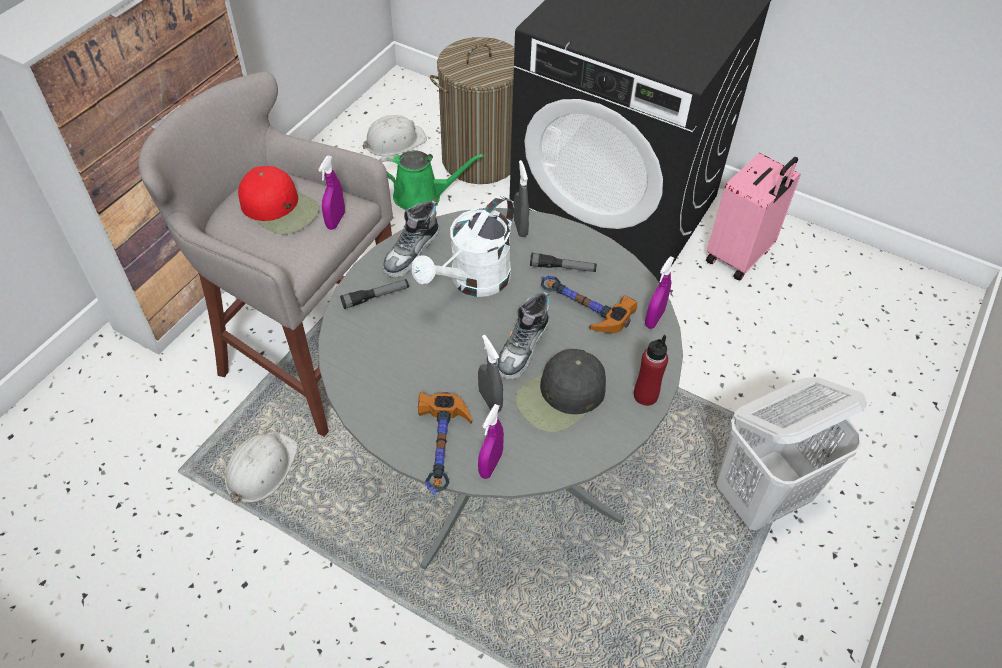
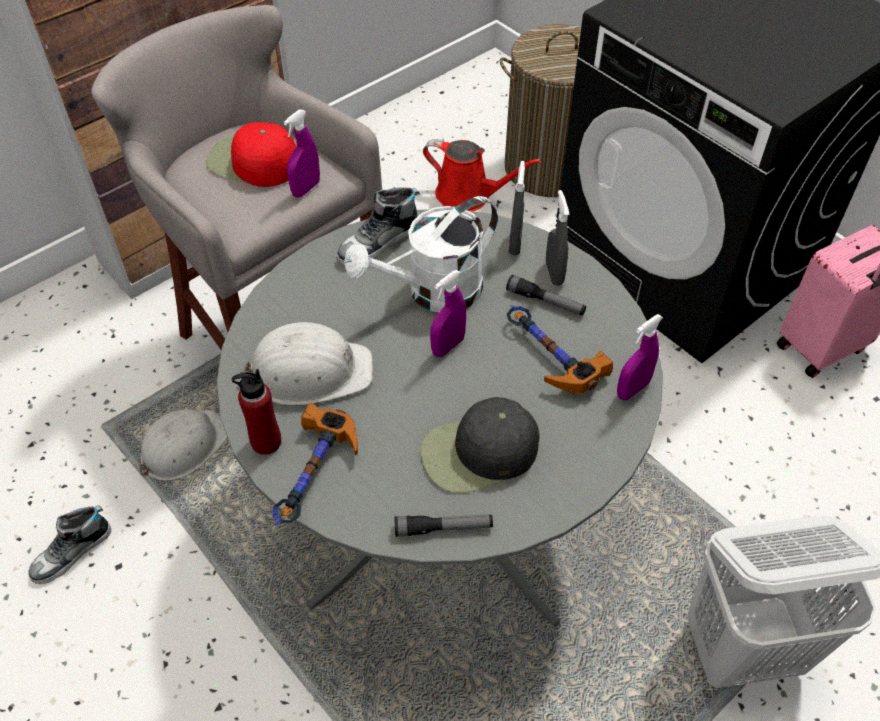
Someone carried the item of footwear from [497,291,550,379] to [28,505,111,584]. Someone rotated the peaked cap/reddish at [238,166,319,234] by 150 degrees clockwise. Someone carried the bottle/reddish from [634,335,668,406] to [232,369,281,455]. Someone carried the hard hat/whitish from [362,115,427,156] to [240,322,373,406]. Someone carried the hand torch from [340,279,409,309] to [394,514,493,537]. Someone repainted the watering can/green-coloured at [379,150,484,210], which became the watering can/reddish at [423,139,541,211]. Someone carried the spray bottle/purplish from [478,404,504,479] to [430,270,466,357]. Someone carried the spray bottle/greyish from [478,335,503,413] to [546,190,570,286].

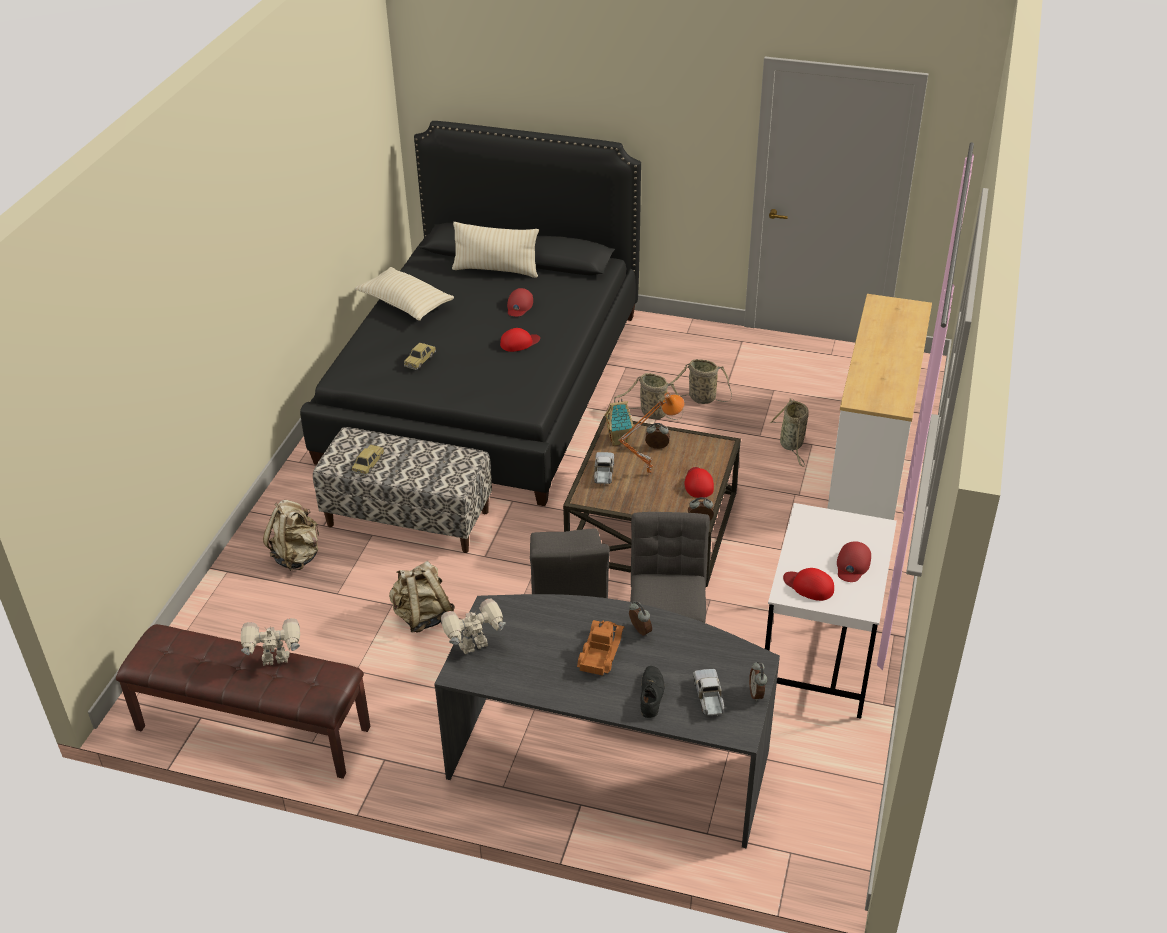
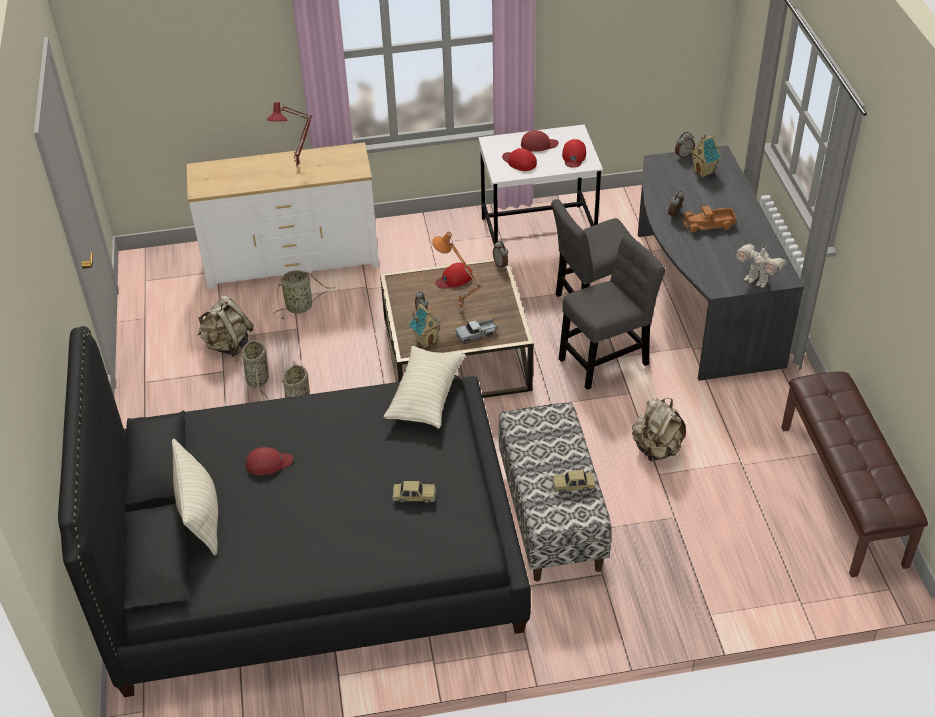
Someone carried the knapsack/beige-coloured from [263,500,319,571] to [198,295,253,357]. Someone put down the lamp for a table/reddish at [267,102,312,168]. Someone carried the throw pillow/beige-coloured from [355,267,454,321] to [383,346,465,429]. Someone carried the peaked cap/reddish from [500,328,540,352] to [502,148,537,171]. Someone swapped the model truck at [693,669,724,717] for the toy house at [690,134,721,177]. Someone took away the robot figure at [241,618,300,666]. Someone took away the item of footwear/blackish at [640,666,665,718].

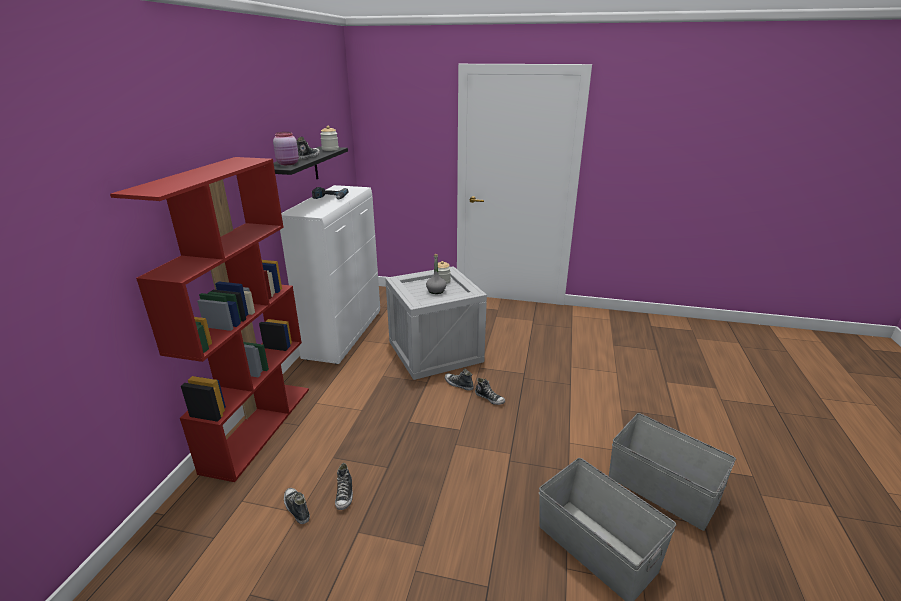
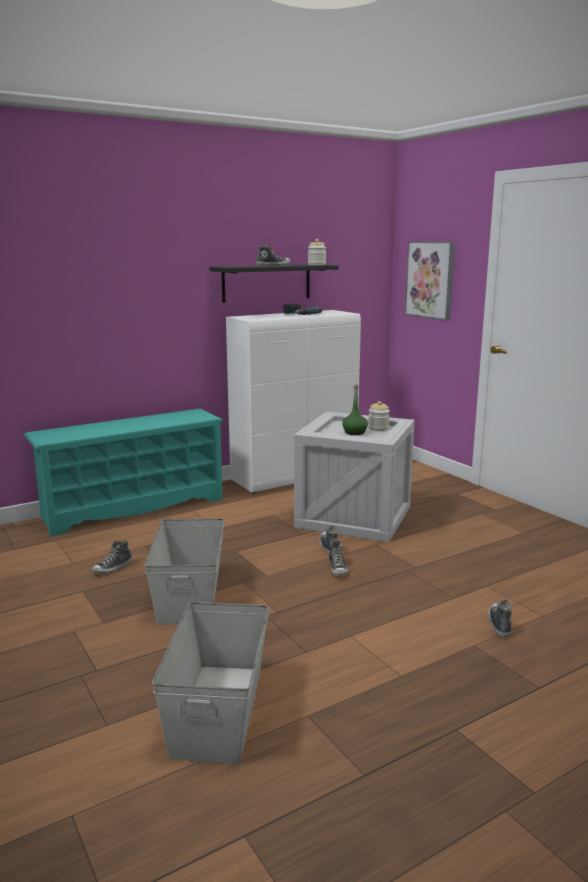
Someone swapped the bookshelf/reddish at [110,157,309,482] for the shoe rack/blue-green at [24,409,224,537]. Someone carried the storage bin/greyish from [609,413,736,531] to [144,518,225,624]. Someone repainted the bottle/greyish at [426,254,447,294], which became the bottle/green-coloured at [342,384,368,435]. Someone put up the picture at [405,241,455,321]. Someone carried the item of footwear from [284,488,310,524] to [488,600,512,638]. Someone took away the preserve jar/pink-coloured at [273,132,299,165].

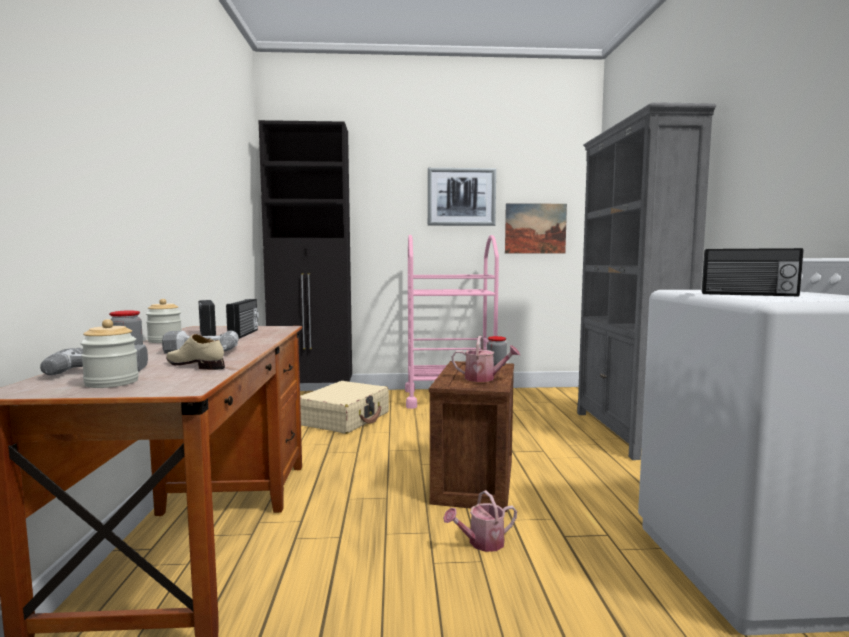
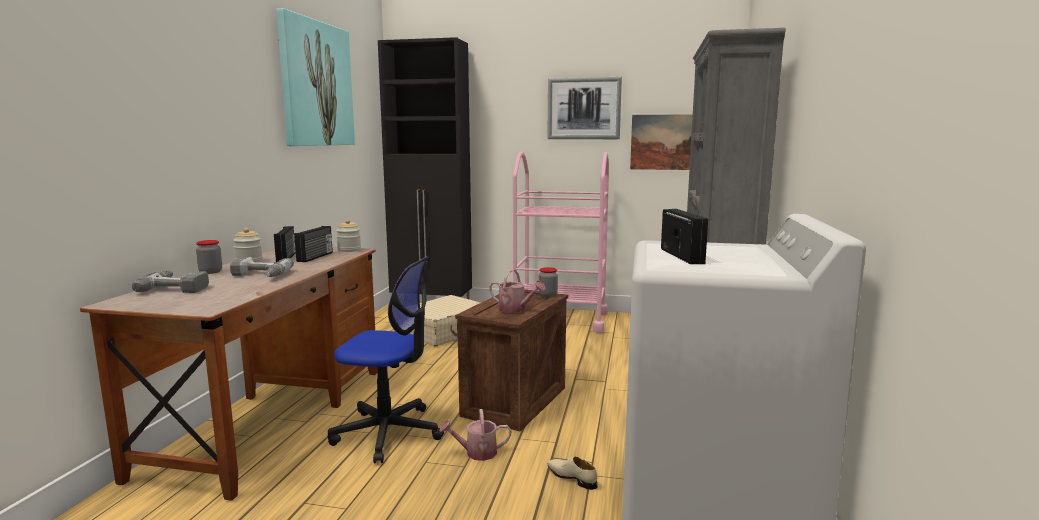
Someone put up the picture at [276,8,355,146]. Someone put down the desk chair at [328,256,444,463]. Someone carried the preserve jar from [80,319,139,388] to [336,219,361,252]. Someone carried the item of footwear/beige-coloured from [166,334,225,370] to [548,456,598,490]. Someone rotated the radio set at [702,248,803,296] by 135 degrees counterclockwise.

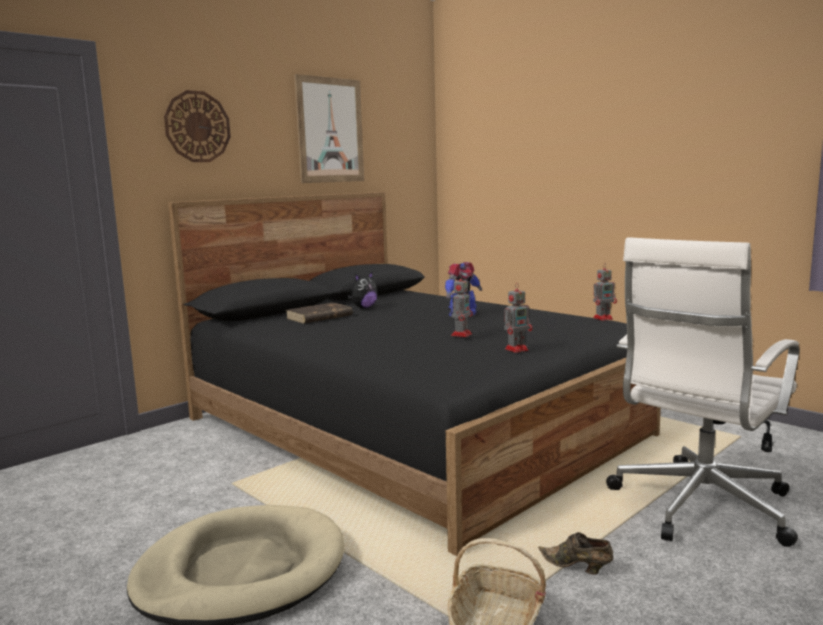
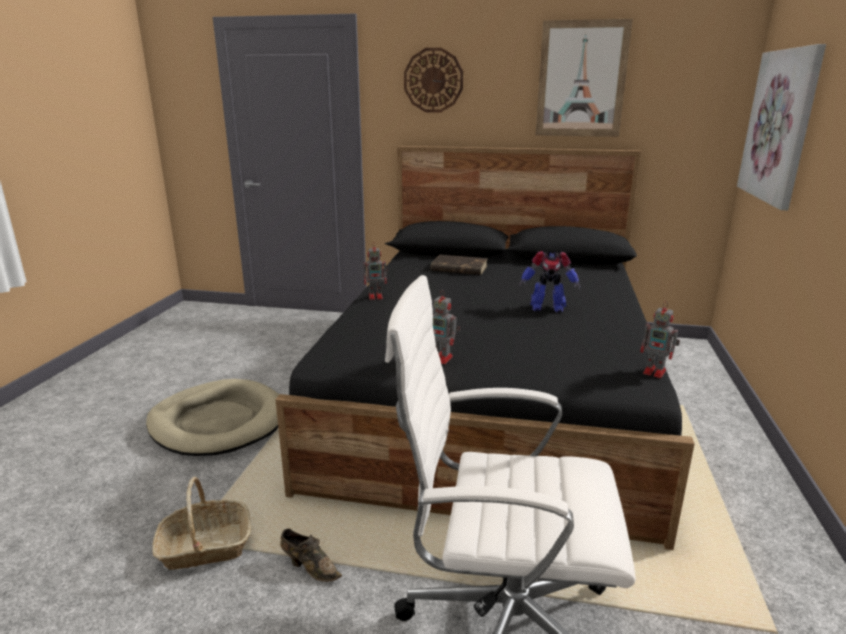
Someone rotated the item of footwear/brown-coloured at [538,532,614,575] by 120 degrees clockwise. Someone carried the robot figure from [451,273,473,337] to [363,242,388,300]. Someone put up the picture at [737,44,826,210]. Someone took away the cuddly toy at [347,272,378,308].

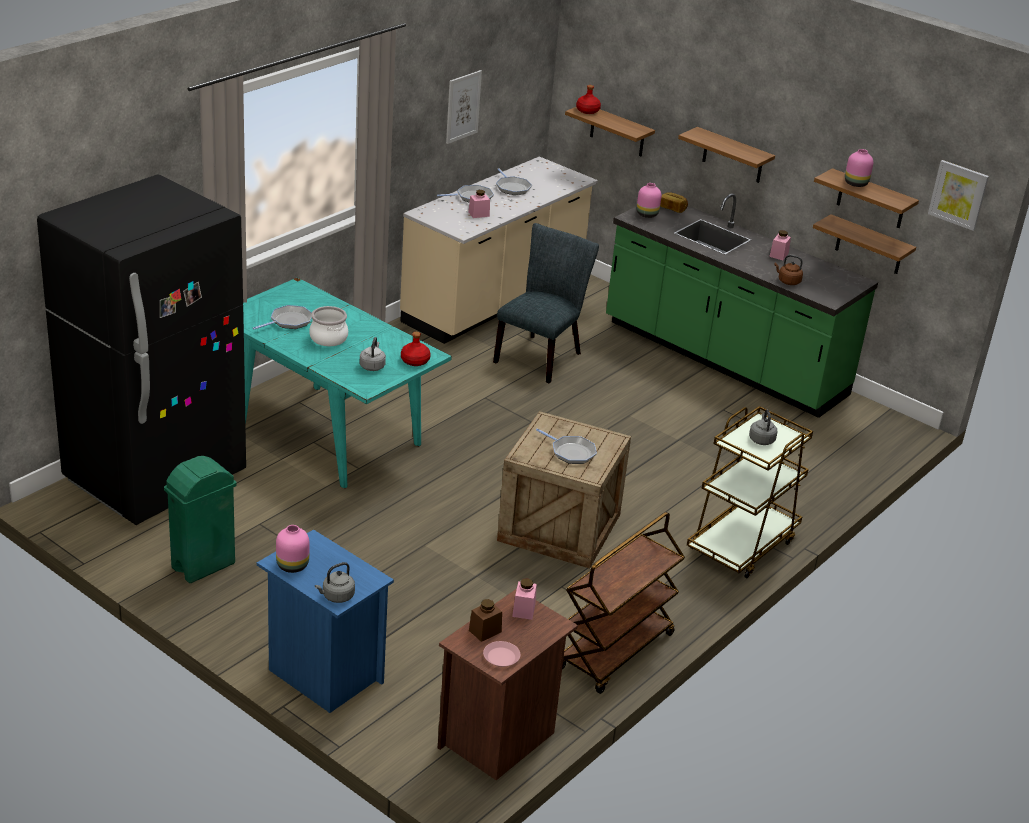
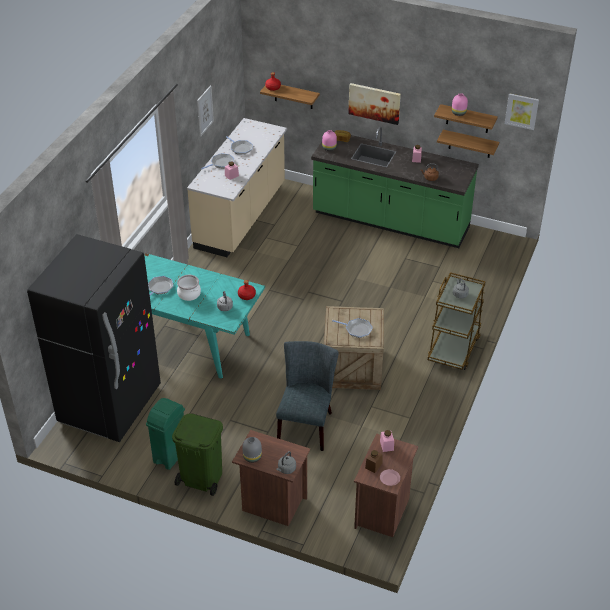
Someone put down the rubbish bin/green-coloured at [172,413,223,496]. Someone repainted the nightstand/blue at [257,529,394,713], which became the nightstand/brown-coloured at [232,430,310,526]. Someone repainted the vase/pink-coloured at [276,525,310,573], which became the vase/greyish at [242,437,262,463]. Someone carried the plain chair/greyish from [493,223,599,383] to [276,341,338,451]. Someone swapped the wall shelf at [678,127,775,183] for the picture at [348,83,401,125]. Someone took away the cart/brown-coloured at [562,512,685,694].

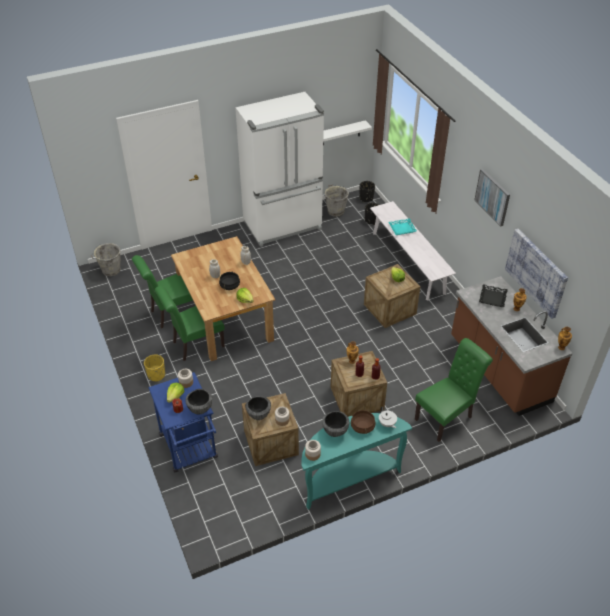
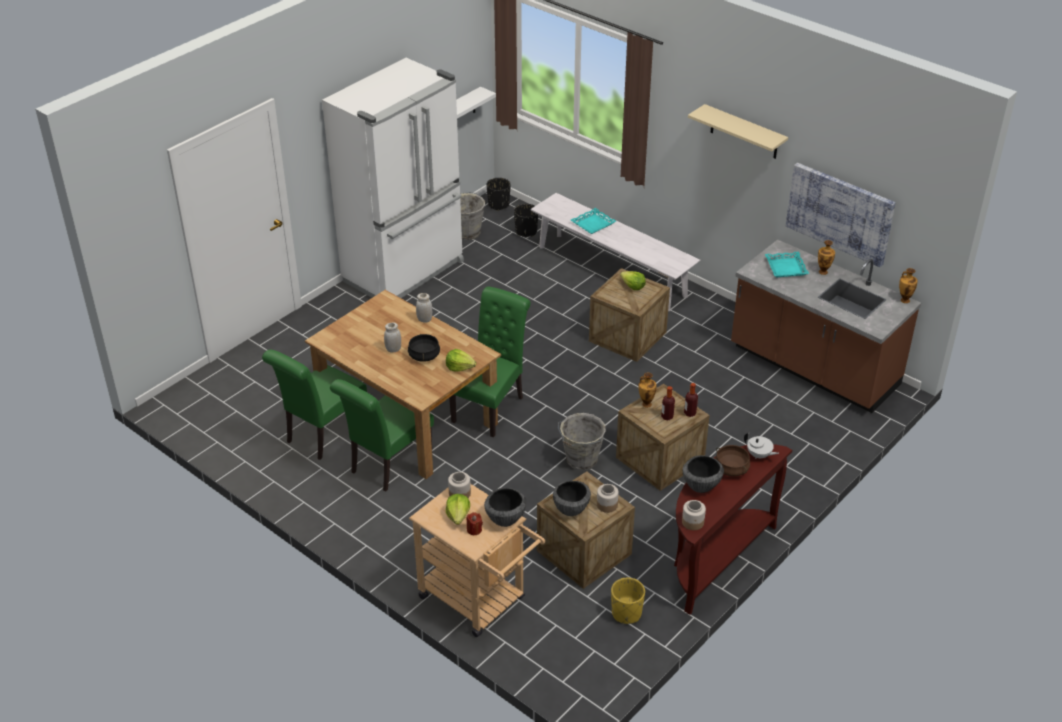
Someone repainted the cart/blue at [148,372,218,473], which became the cart/beige-coloured at [409,484,545,637]. Someone carried the plain chair/green-coloured from [415,338,493,442] to [449,287,530,438]. Someone carried the pail/greyish from [91,243,121,276] to [558,413,606,471]. Someone carried the plant pot/yellowish from [144,354,165,382] to [611,578,645,624]. Someone repainted the console table/blue-green at [301,413,412,510], which became the console table/brown-coloured at [674,444,792,615]. Someone swapped the picture at [475,169,510,227] for the wall shelf/beige-coloured at [688,104,788,159]. Someone repainted the serving tray/blackish at [479,284,508,307], which became the serving tray/blue-green at [765,252,809,277].

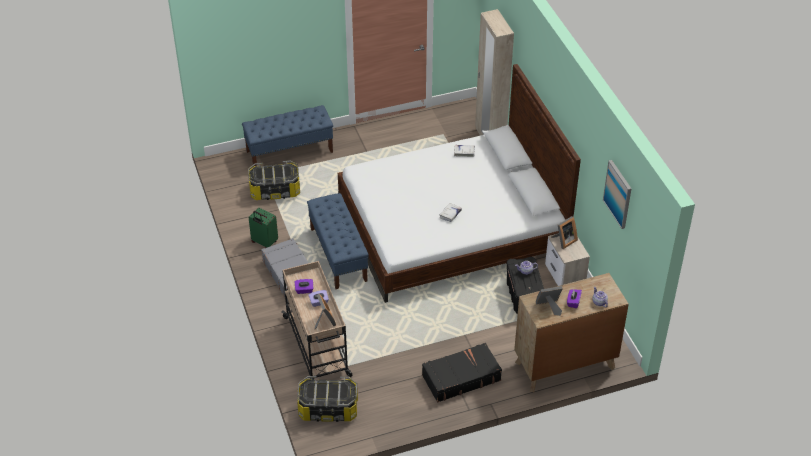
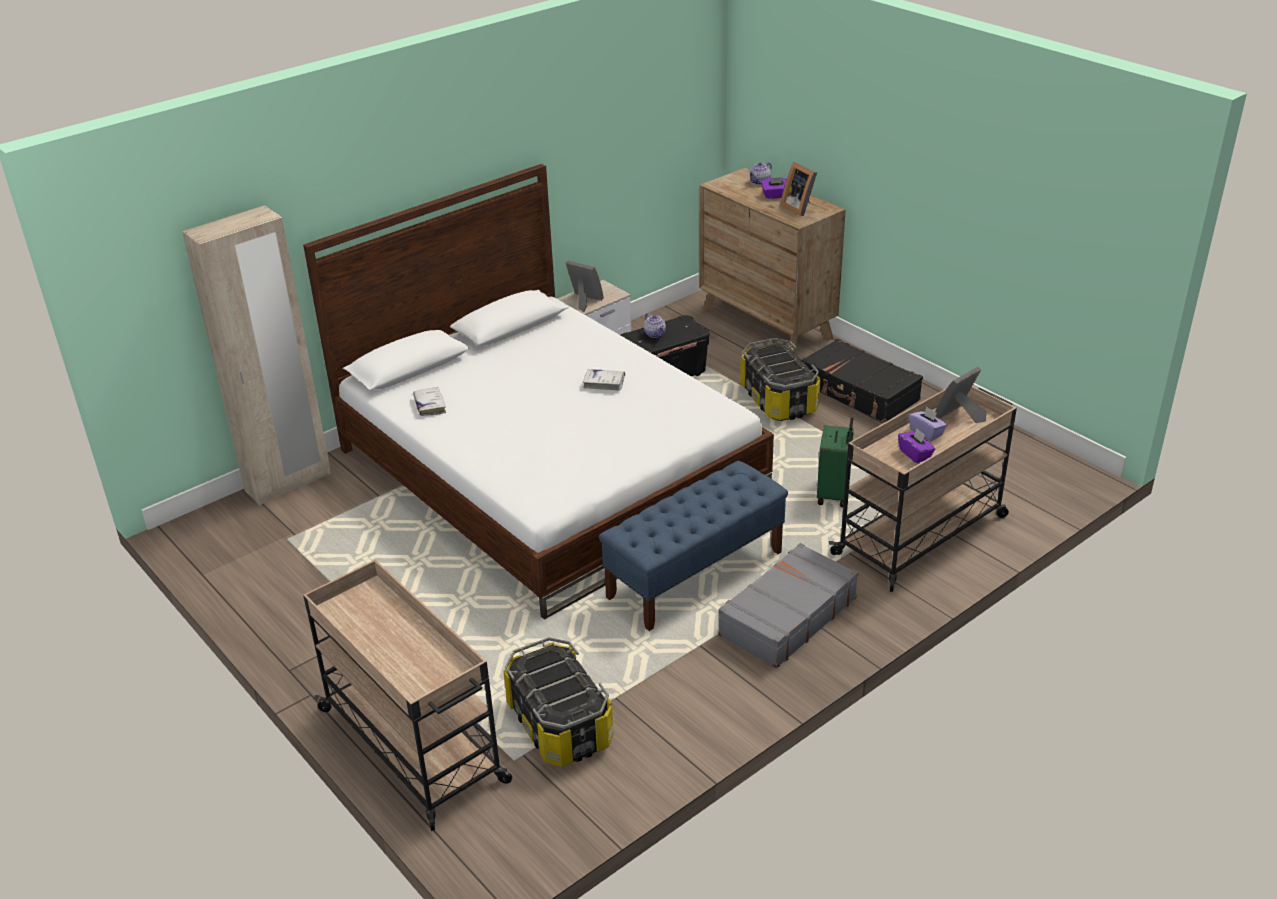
Someone swapped the indoor bench/blue at [242,105,333,167] for the cart/beige-coloured at [303,560,512,831]. Someone carried the storage bin from [297,376,358,422] to [740,338,820,421]. Someone carried the suitcase/green-coloured from [248,208,278,248] to [817,418,854,507]. Someone took away the picture at [603,160,632,229].

